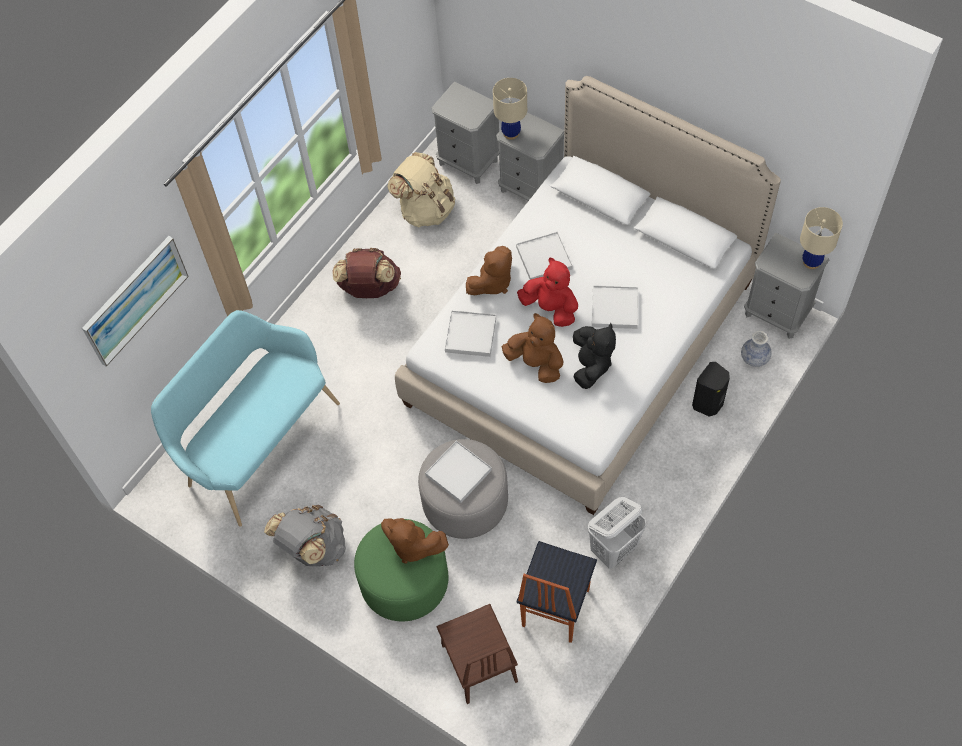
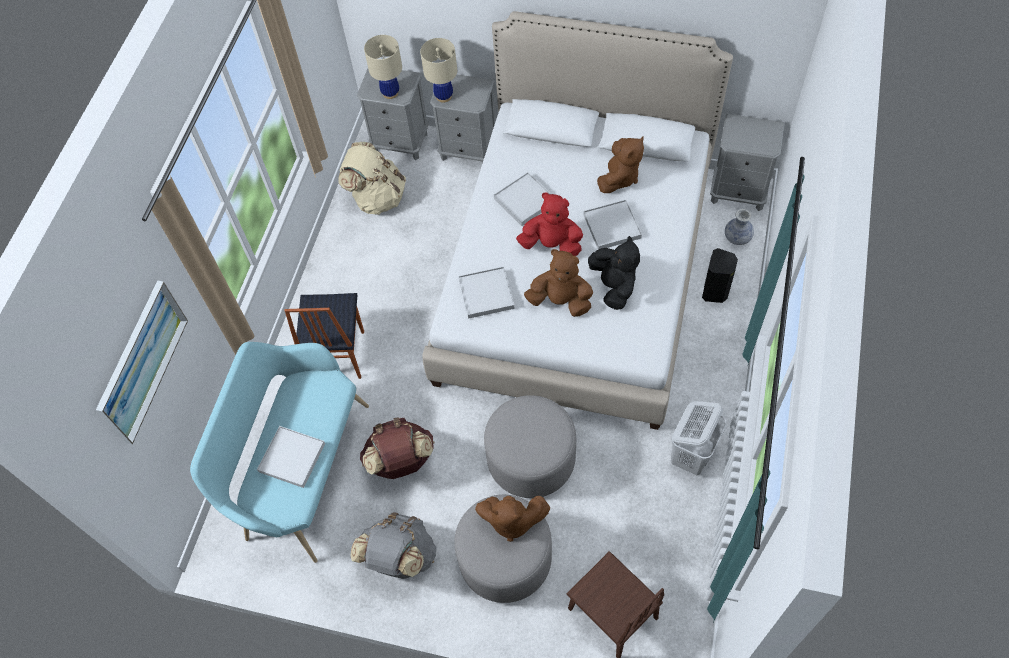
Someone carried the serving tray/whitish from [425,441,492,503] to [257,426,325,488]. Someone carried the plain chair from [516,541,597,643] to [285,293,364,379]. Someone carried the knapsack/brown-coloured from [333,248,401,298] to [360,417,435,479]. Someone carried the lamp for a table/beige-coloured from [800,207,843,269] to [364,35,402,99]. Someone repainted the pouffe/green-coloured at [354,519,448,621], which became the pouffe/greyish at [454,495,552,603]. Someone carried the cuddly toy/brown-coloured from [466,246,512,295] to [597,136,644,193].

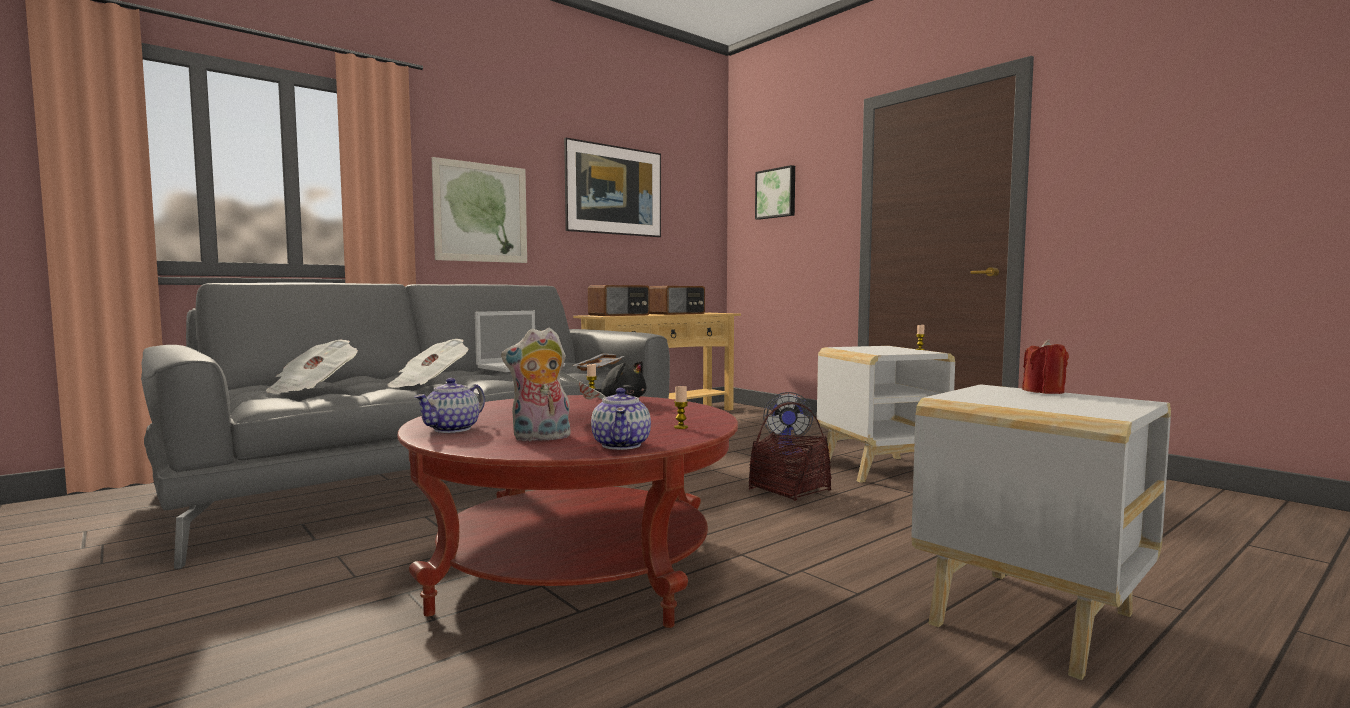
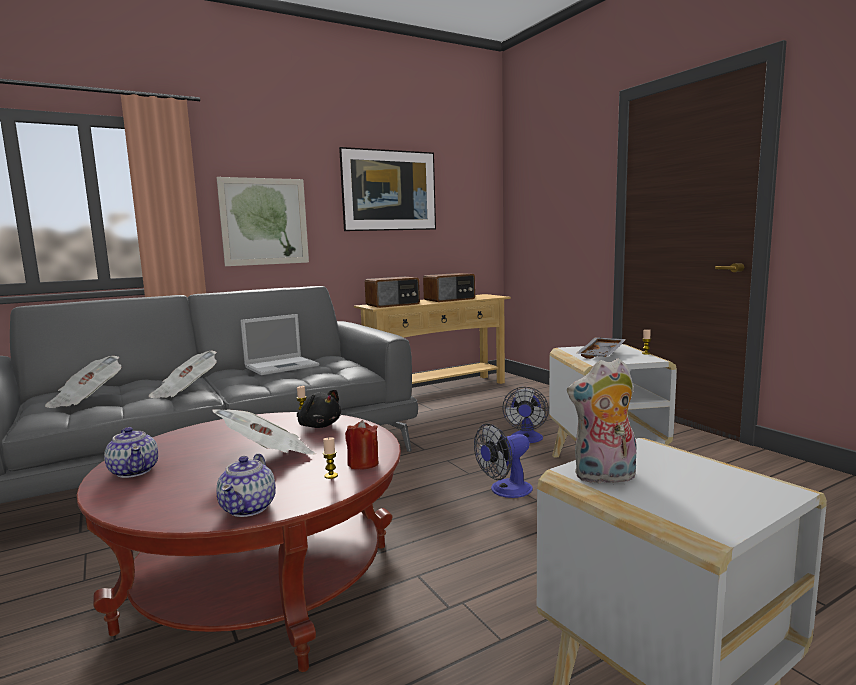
Someone rotated the tea pot at [414,378,485,433] by 75 degrees counterclockwise. Someone carried the wax light/reddish from [1022,339,1069,394] to [345,420,379,470]. Someone swapped the storage basket at [749,402,831,501] for the electric fan at [474,423,533,498]. Someone carried the cuddly toy from [501,327,571,442] to [567,358,637,485]. Someone carried the serving tray/greyish from [573,354,625,371] to [576,337,626,359]. Someone took away the picture at [755,165,795,220].

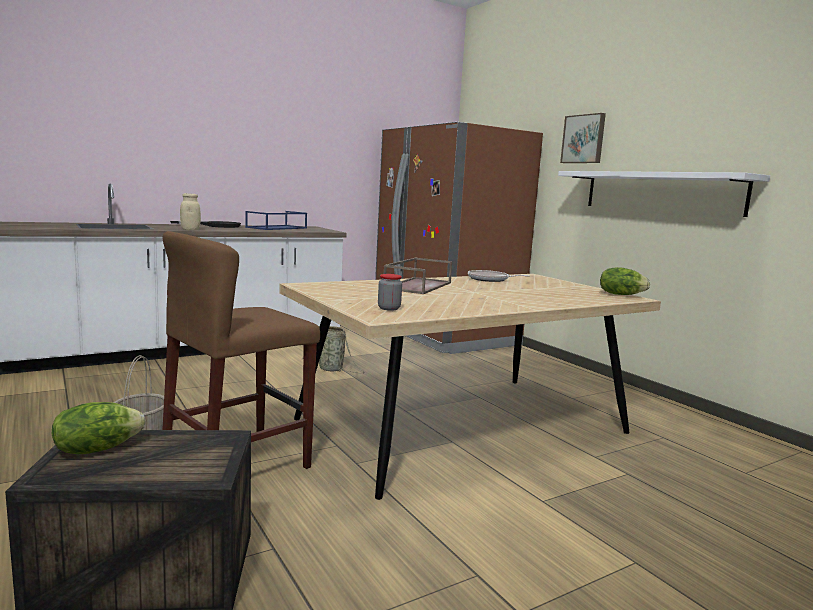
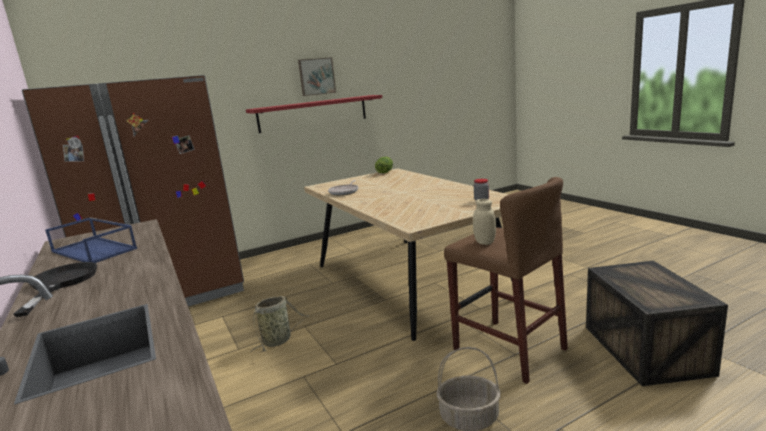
Someone repainted the wall shelf/whitish at [558,171,770,217], which became the wall shelf/reddish at [246,95,382,133]. Someone carried the picture from [560,113,606,163] to [298,57,336,96]. Someone carried the preserve jar/beige-coloured from [180,193,201,230] to [473,199,496,245]. Someone took away the head of lettuce at [52,402,145,454]. Someone took away the serving tray/brown-coloured at [384,258,452,294].

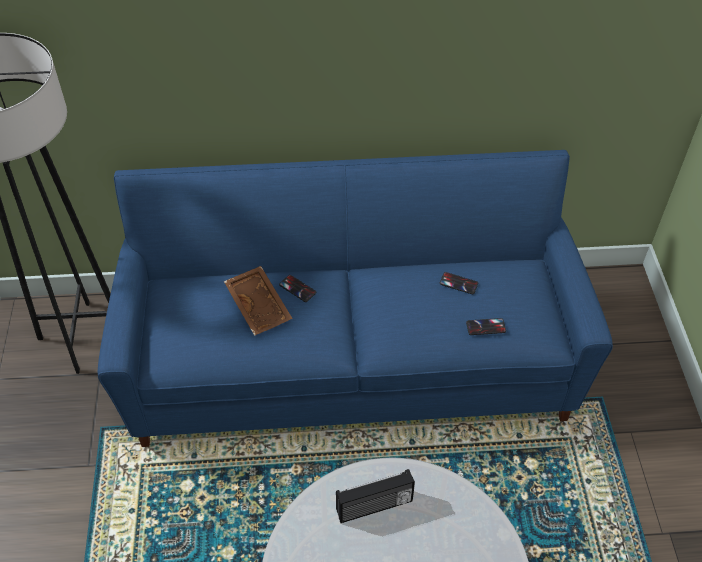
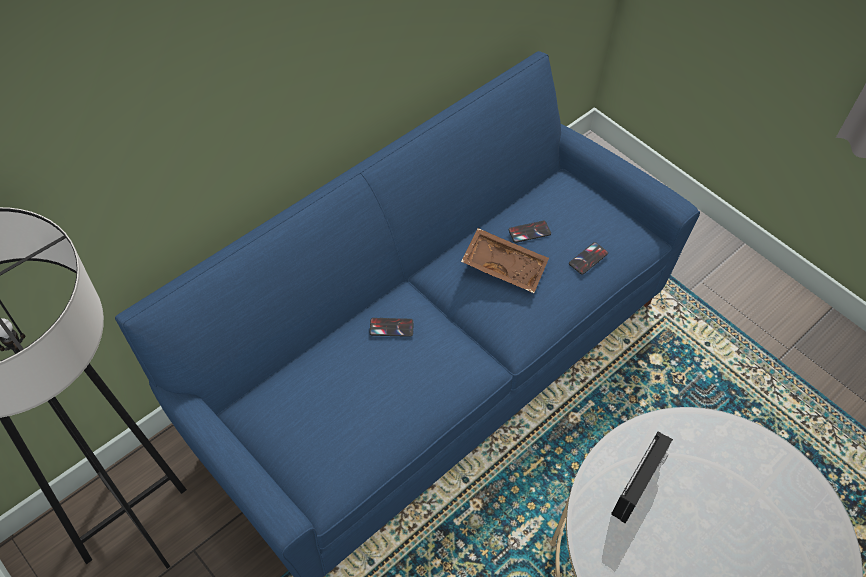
Someone carried the serving tray/brown-coloured from [224,266,293,336] to [461,228,549,293].

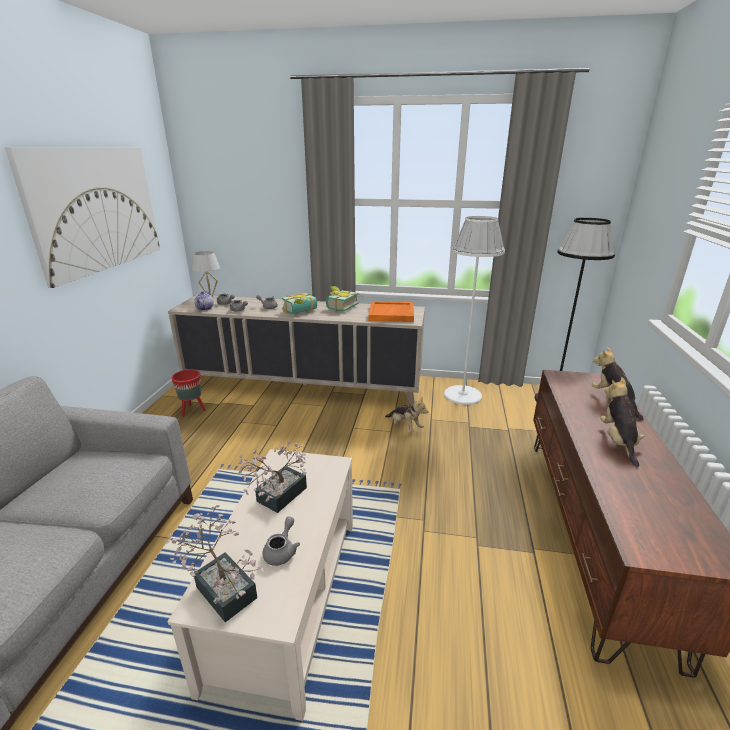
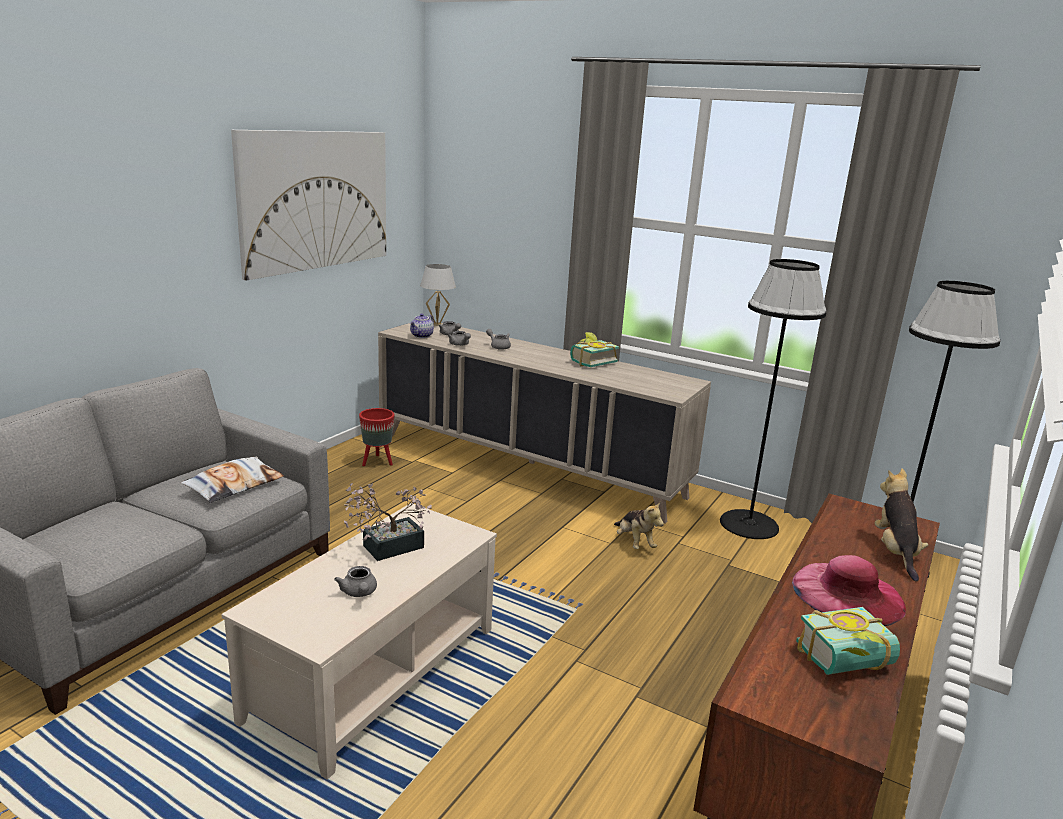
Someone put down the throw pillow at [180,456,284,503]. Someone rotated the tea pot/greyish at [263,516,300,566] by 120 degrees clockwise. Someone repainted the standing lamp/whitish at [444,216,505,405], which became the standing lamp/blackish at [720,259,827,539]. Someone swapped the cuddly toy at [600,377,644,467] for the clothing hat/pink-coloured at [792,555,906,626]. Someone carried the book from [282,293,317,314] to [796,607,900,675]. Someone took away the potted plant at [167,505,265,622]. Someone took away the serving tray/orangey at [368,301,414,322].

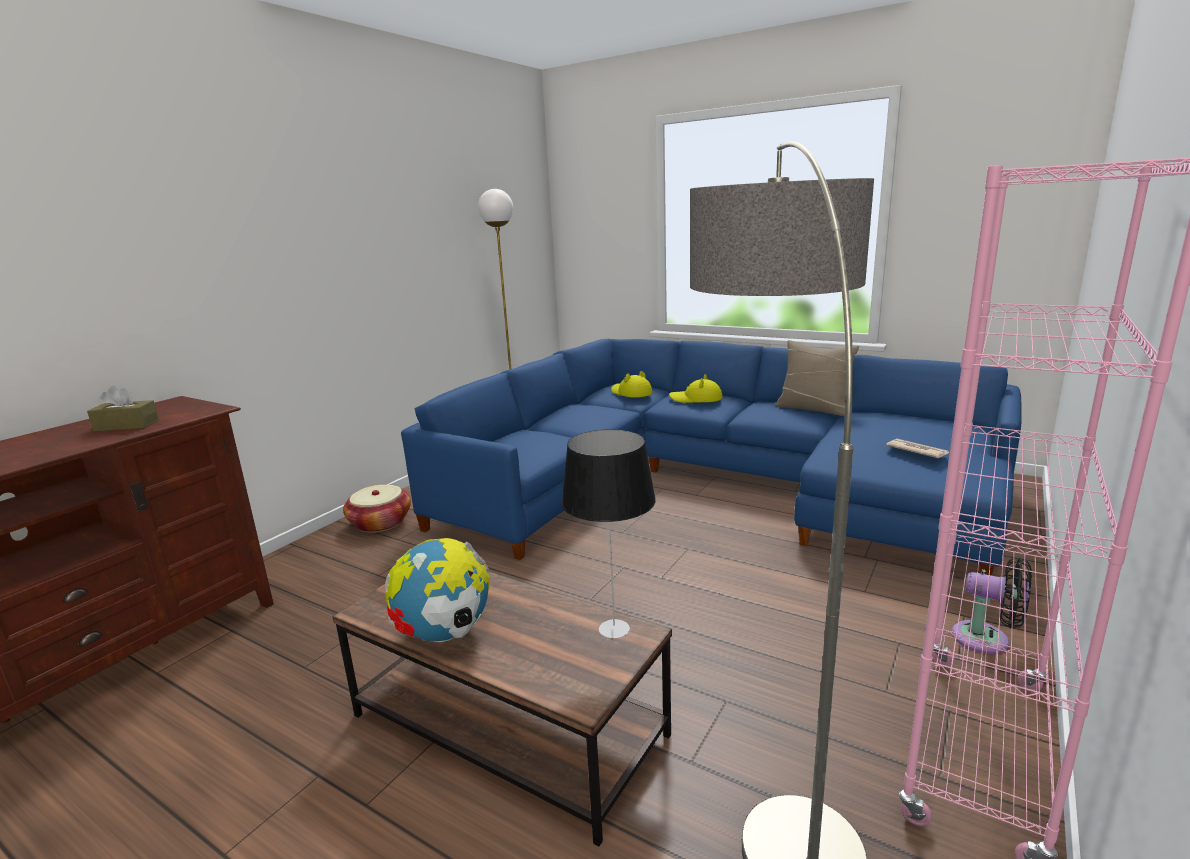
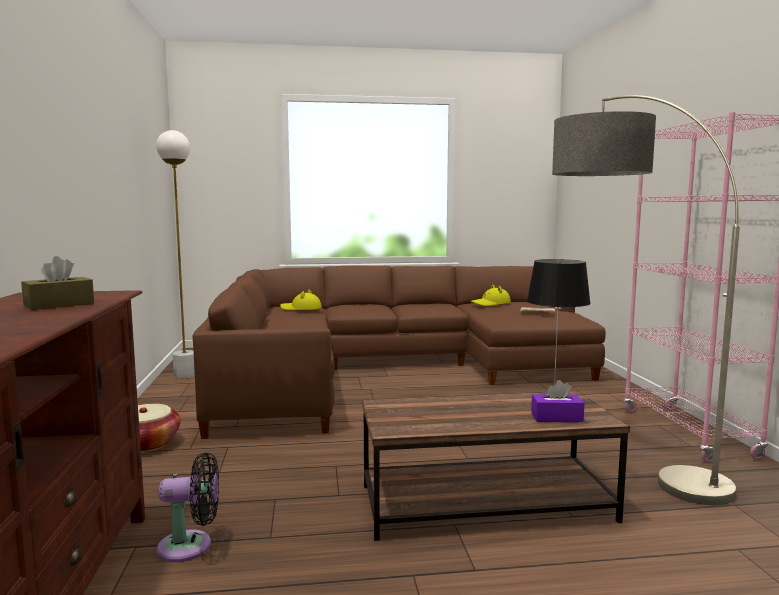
Someone carried the electric fan/blackish from [952,558,1032,654] to [157,452,219,562]. Someone repainted the settee/blue at [401,339,1022,576], which became the settee/brown-coloured at [193,265,606,439]. Someone carried the clothing hat/yellowish from [669,374,723,403] to [471,284,511,306]. Someone put down the tissue holder/purplish at [531,380,584,422]. Someone took away the world globe at [385,538,490,642]. Someone took away the throw pillow/beige-coloured at [775,340,859,416].

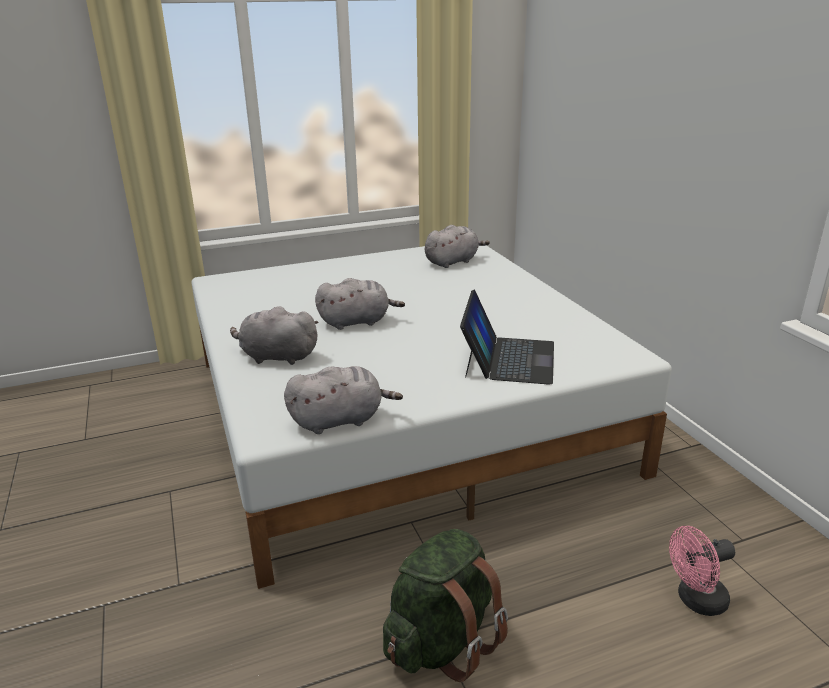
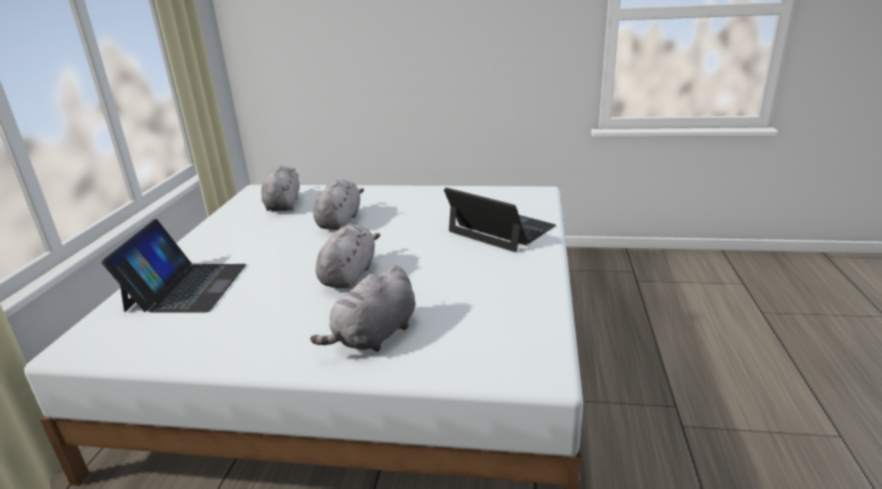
Someone put down the notebook computer at [101,219,246,312]. Someone carried the cuddly toy/greyish from [284,366,403,434] to [313,179,364,230]. Someone took away the knapsack/green-coloured at [383,529,508,682]. Someone took away the electric fan/pink-coloured at [669,526,735,616].

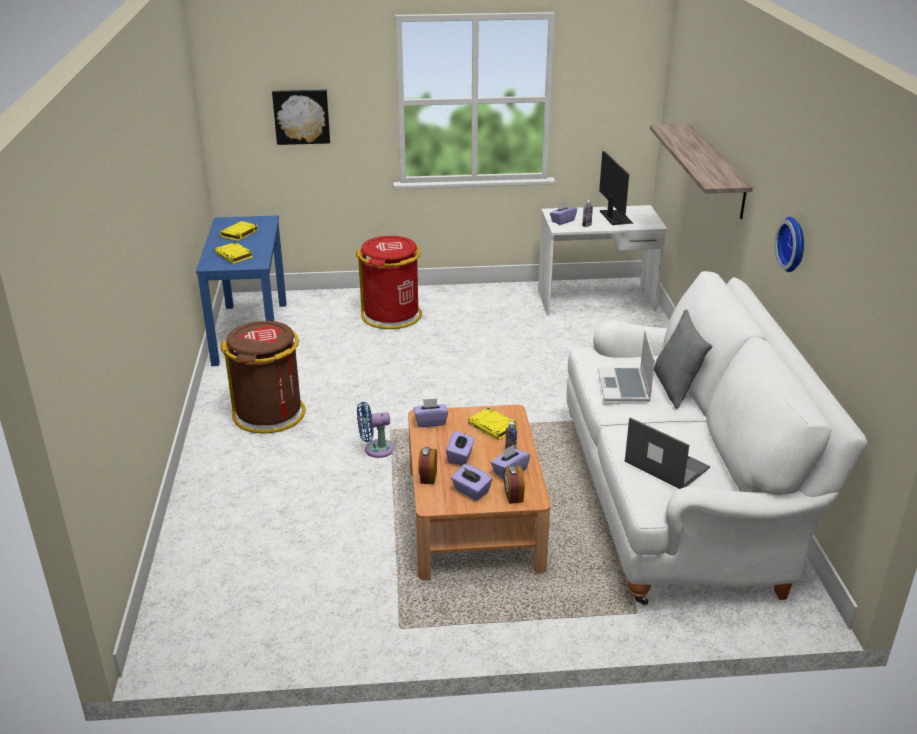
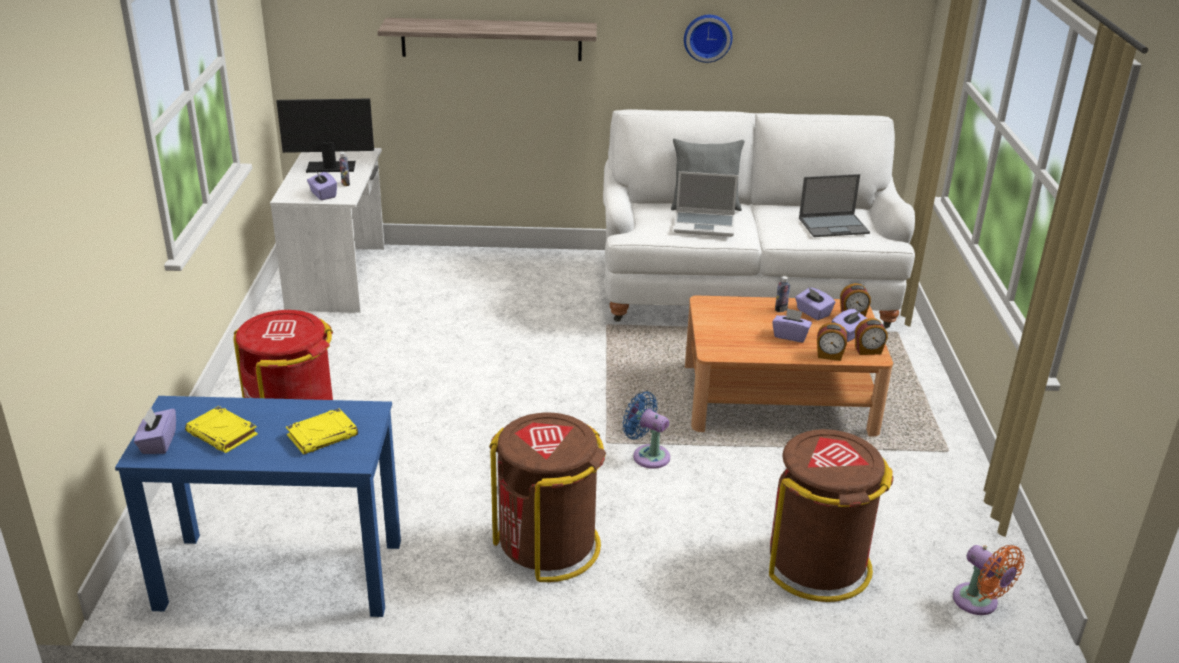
Someone carried the tissue holder/purplish from [413,398,448,427] to [134,406,176,454]. Someone rotated the electric fan/blue at [357,402,394,458] by 135 degrees clockwise. Someone put down the rubbish bin/brown-coloured at [769,429,893,602]. Someone rotated the notebook computer at [625,417,710,489] by 150 degrees counterclockwise. Someone put down the alarm clock at [855,318,888,355]. Someone put down the electric fan/orangey at [953,545,1025,615]. Someone took away the picture at [272,90,330,145]. Someone took away the book/yellowish at [468,407,518,440].

